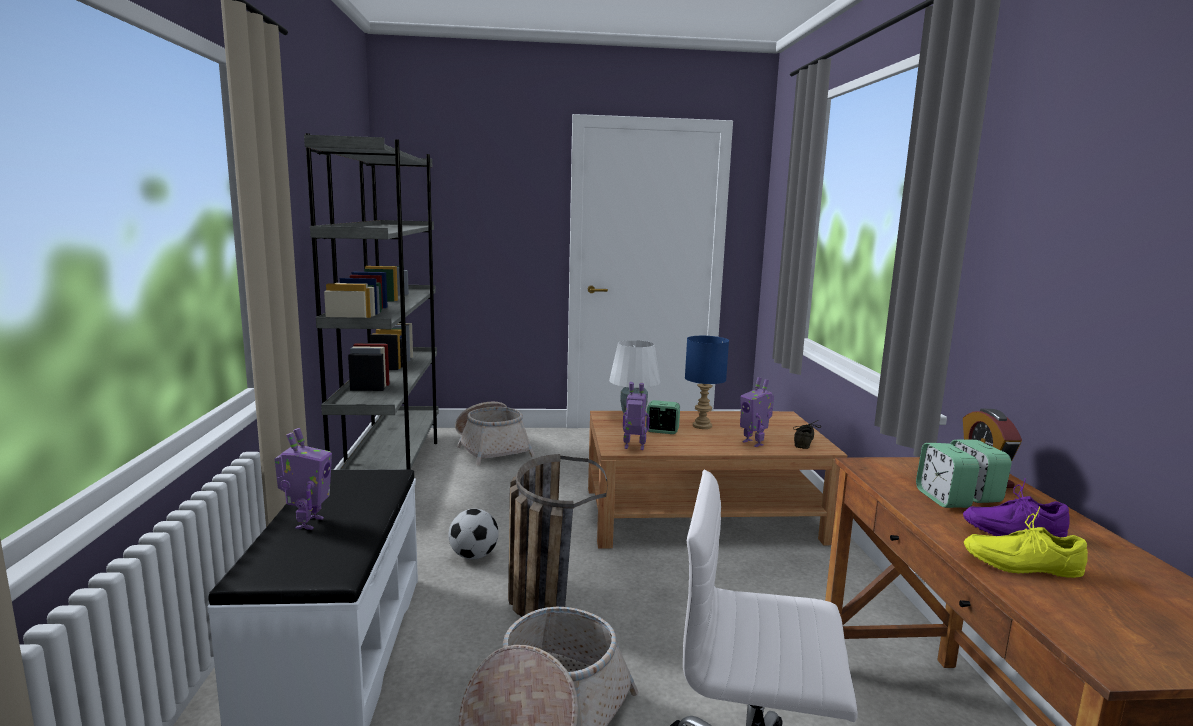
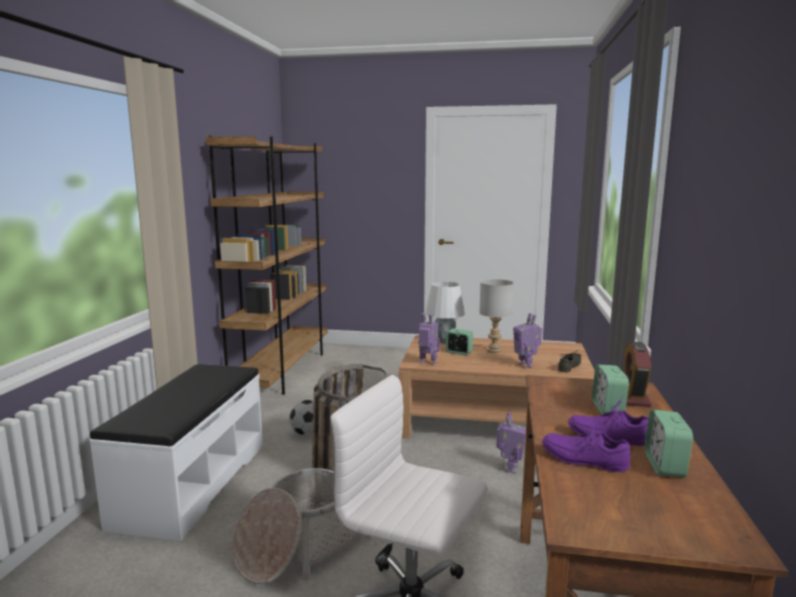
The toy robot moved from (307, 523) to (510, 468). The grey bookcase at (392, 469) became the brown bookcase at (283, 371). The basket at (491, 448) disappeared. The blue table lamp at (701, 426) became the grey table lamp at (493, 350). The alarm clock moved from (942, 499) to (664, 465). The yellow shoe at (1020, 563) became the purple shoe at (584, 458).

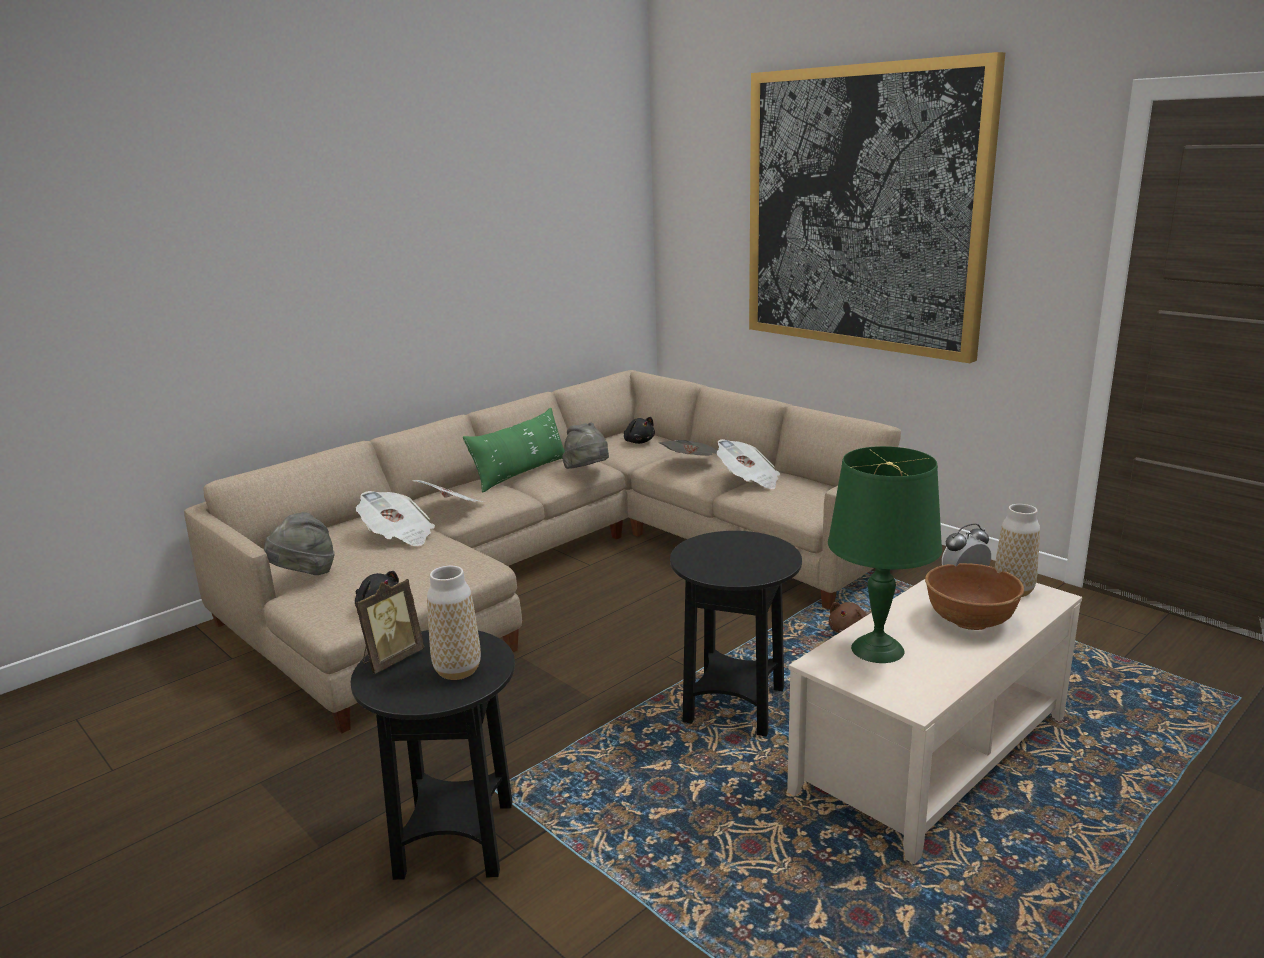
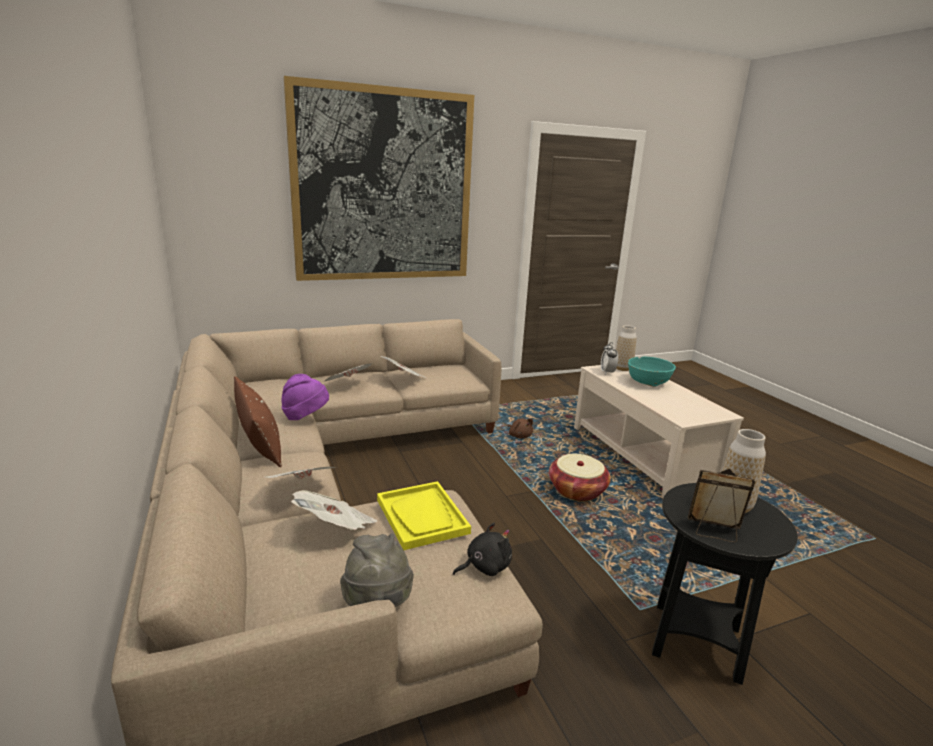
The picture frame at (391, 659) turned 45 degrees counterclockwise. The green pillow at (521, 473) became the brown pillow at (259, 442). The grey hat at (588, 471) became the purple hat at (305, 416). The black plush toy at (638, 442) disappeared. The black side table at (735, 706) was replaced by the basket at (577, 490). The green table lamp at (878, 649) disappeared. The brown bowl at (969, 620) became the turquoise bowl at (648, 383). The yellow tray at (422, 516) appeared.

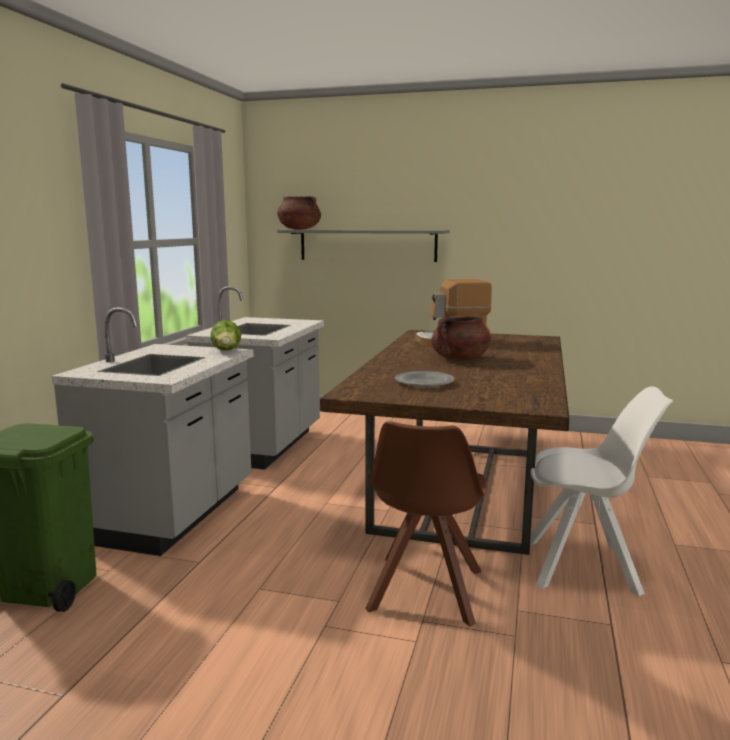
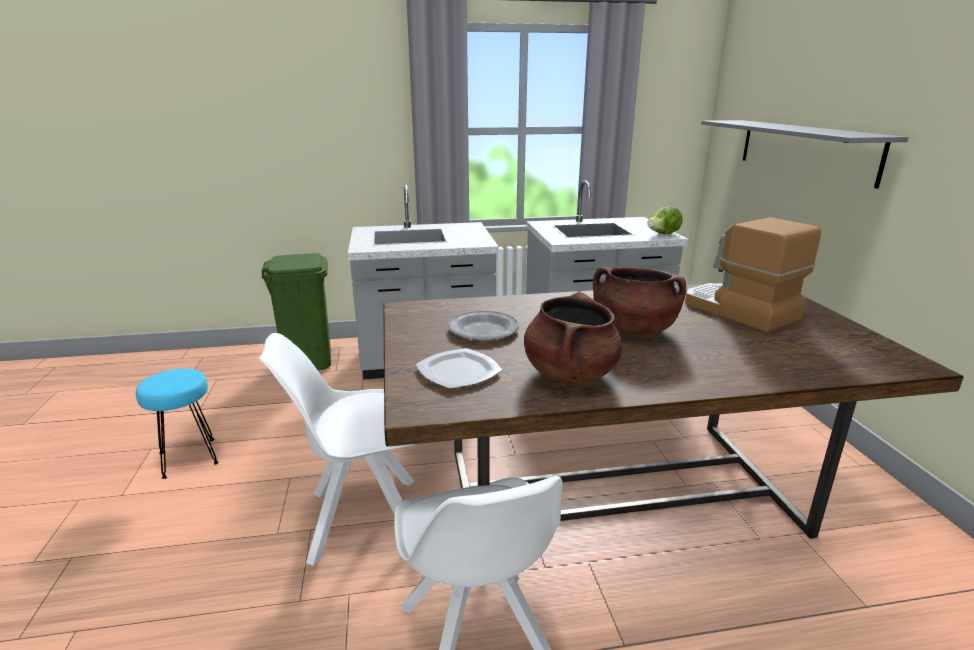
The lettuce moved from (226, 351) to (662, 234). The brown cooking pot moved from (299, 229) to (570, 373). The brown chair at (425, 592) became the white chair at (360, 519). The turquoise stool at (189, 457) appeared. The plate at (458, 371) appeared.

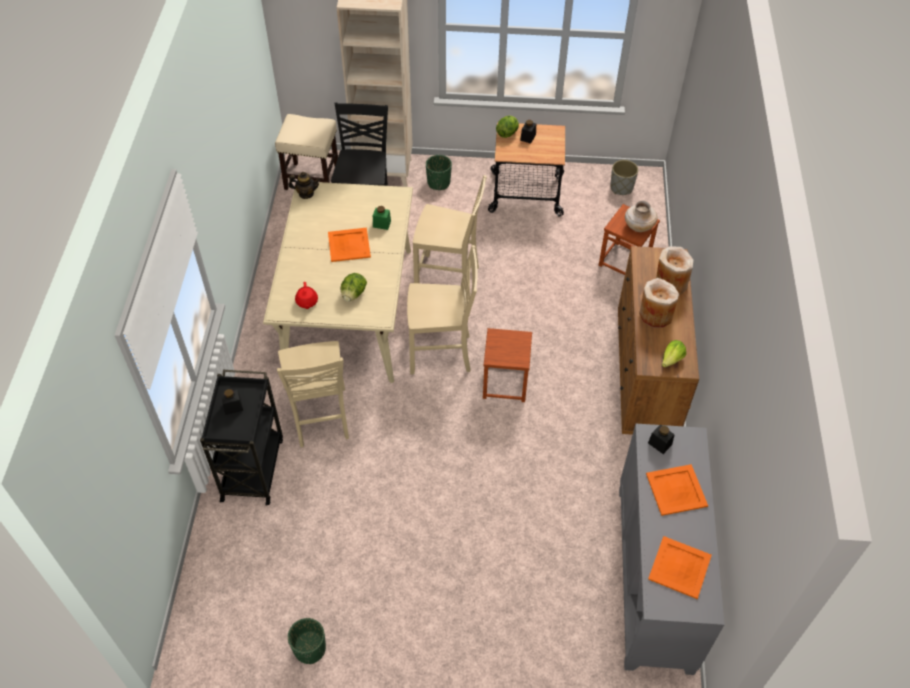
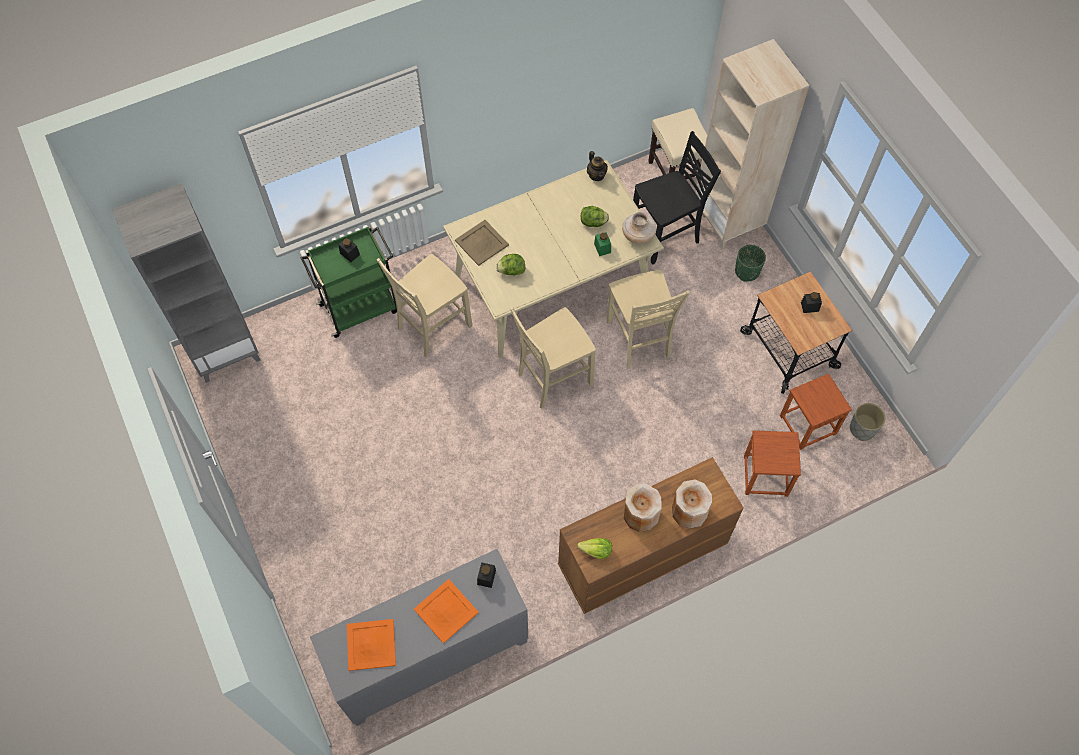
The black cart at (253, 467) became the green cart at (360, 307). The green planter at (310, 648) disappeared. The red teapot at (307, 302) was replaced by the beige tray at (481, 243). The orange tray at (348, 245) disappeared. The beige chair at (441, 354) turned 90 degrees clockwise. The brown stool moved from (505, 382) to (807, 424). The lettuce moved from (507, 133) to (593, 223). The beige vase moved from (638, 226) to (638, 236). The grey bookcase at (226, 352) appeared.

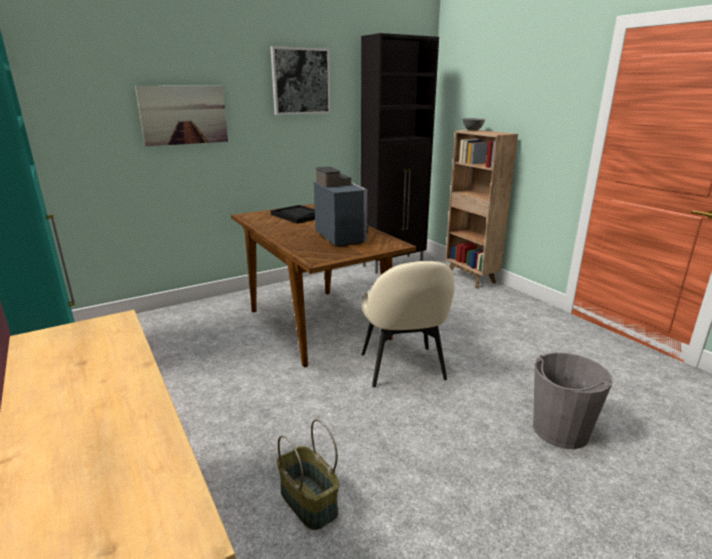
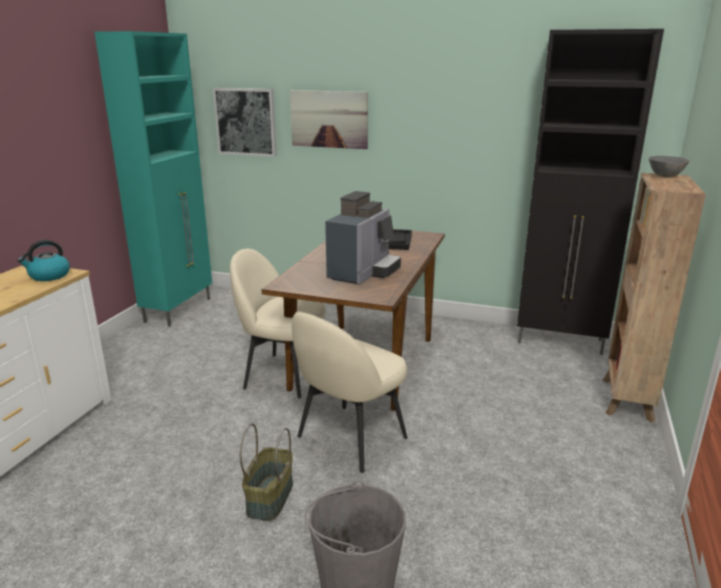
The picture moved from (301, 81) to (246, 122). The basket moved from (307, 502) to (269, 497). The kettle at (49, 276) appeared. The beige chair at (283, 374) appeared.

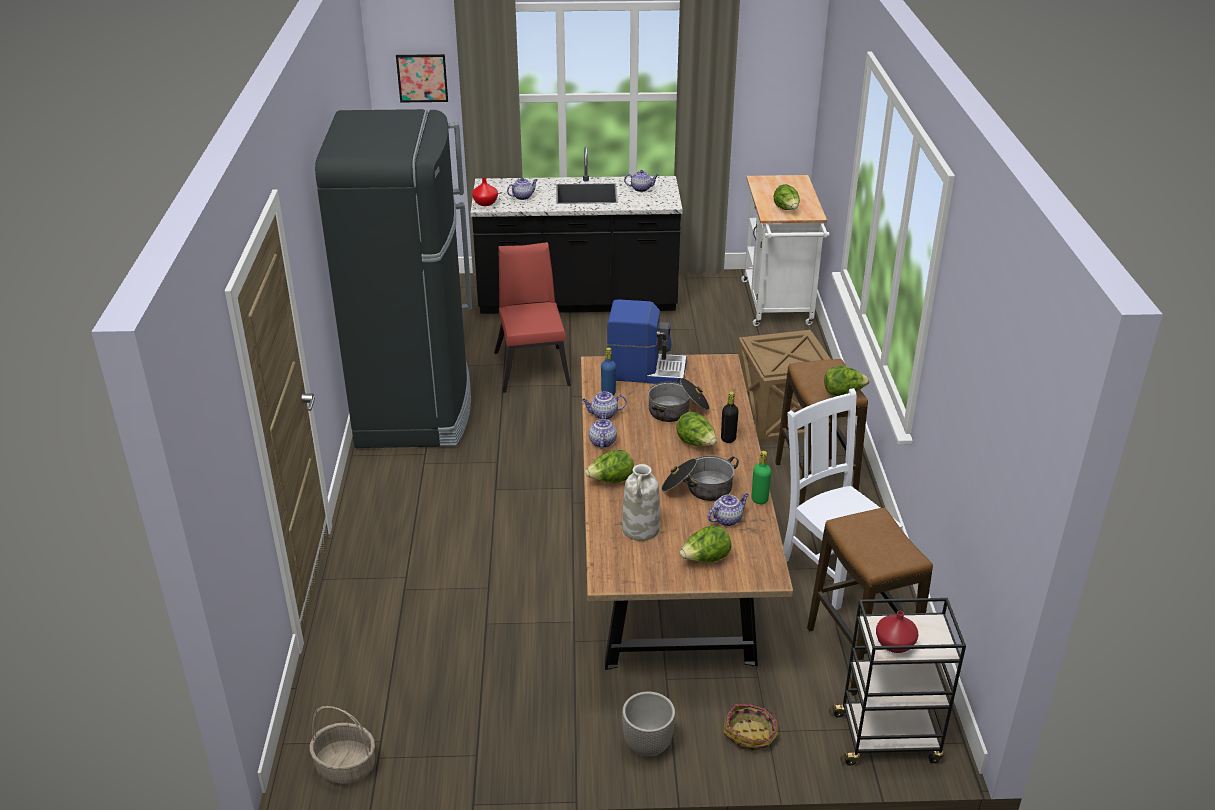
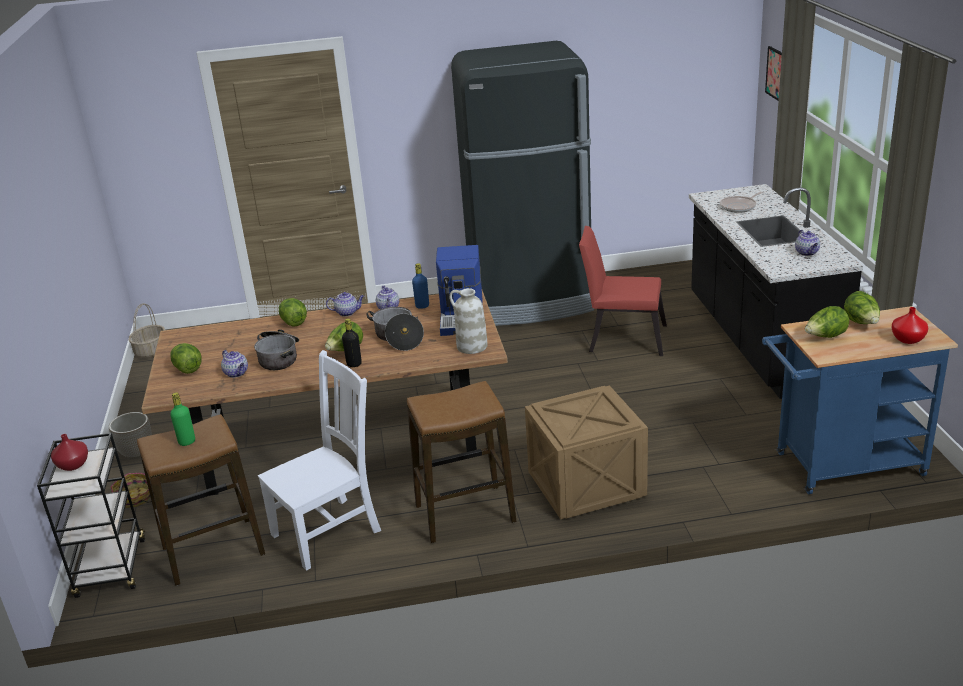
The red vase moved from (485, 203) to (908, 339). The red chair at (532, 365) turned 150 degrees counterclockwise. The teapot at (523, 197) was replaced by the frying pan at (739, 207). The white vase moved from (641, 529) to (471, 346). The white cart at (778, 306) became the blue cart at (841, 467). The green bottle moved from (759, 499) to (187, 442). The lettuce moved from (843, 393) to (861, 323).

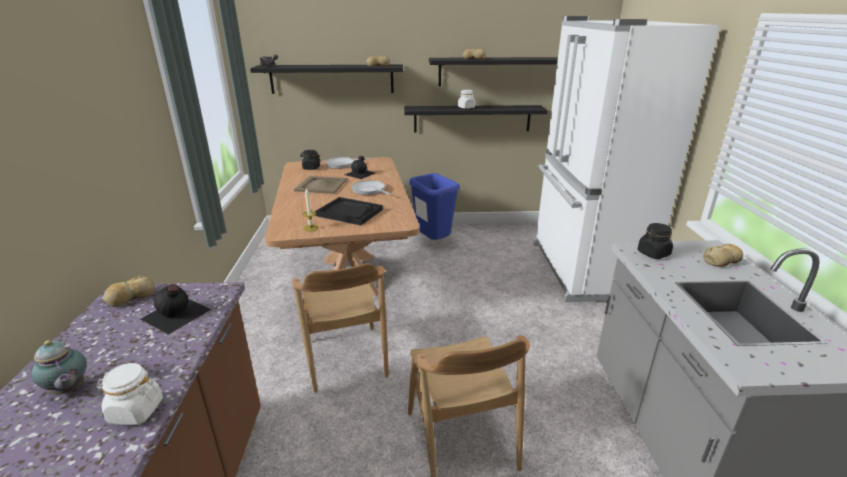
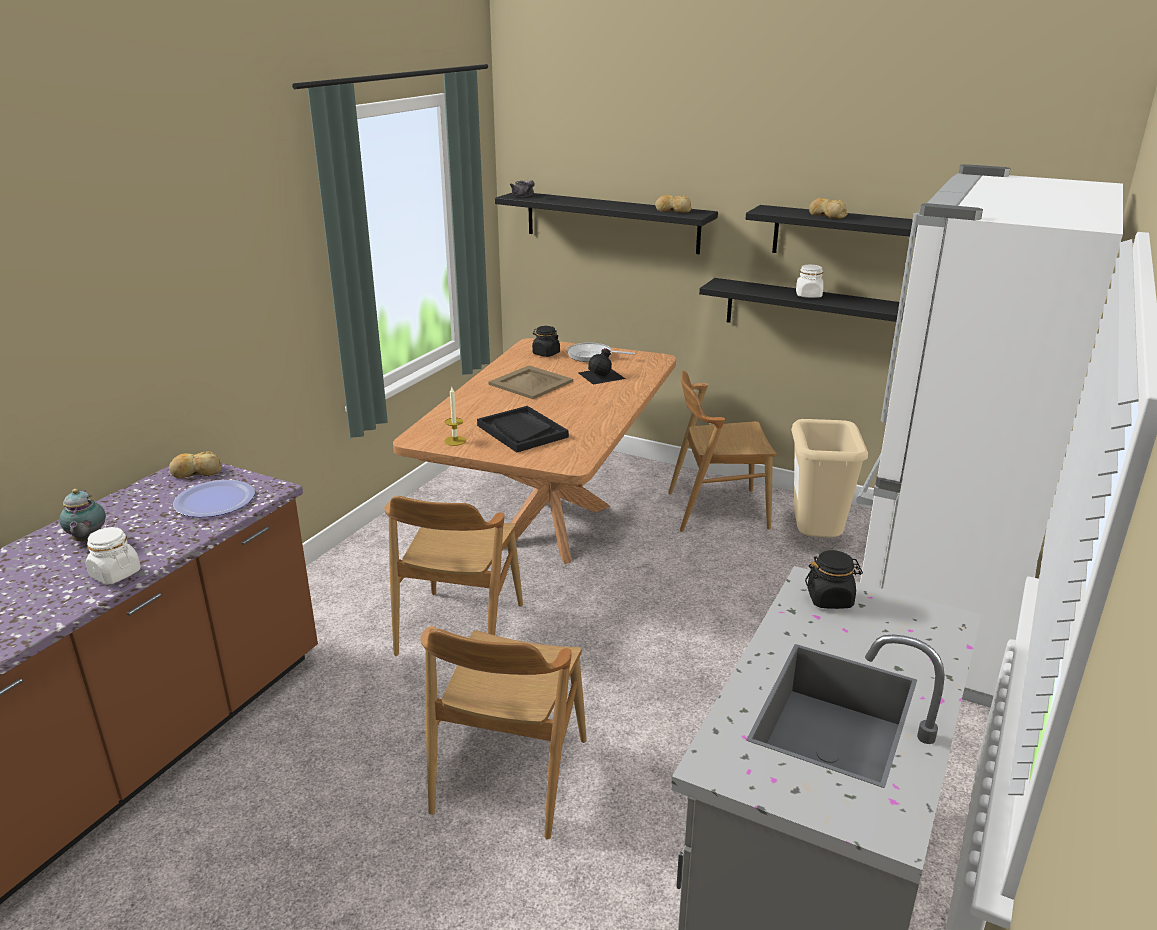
The black bottle at (175, 314) was replaced by the plate at (214, 501). The frying pan at (370, 190) disappeared. The blue trash can at (433, 243) was replaced by the brown chair at (717, 510). The bread at (722, 260) disappeared. The beige trash can at (815, 540) appeared.

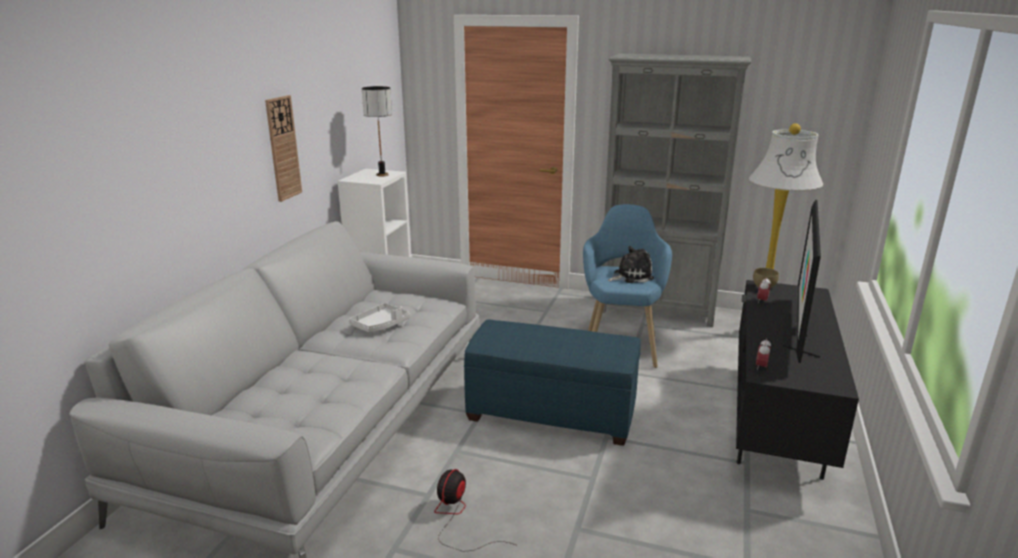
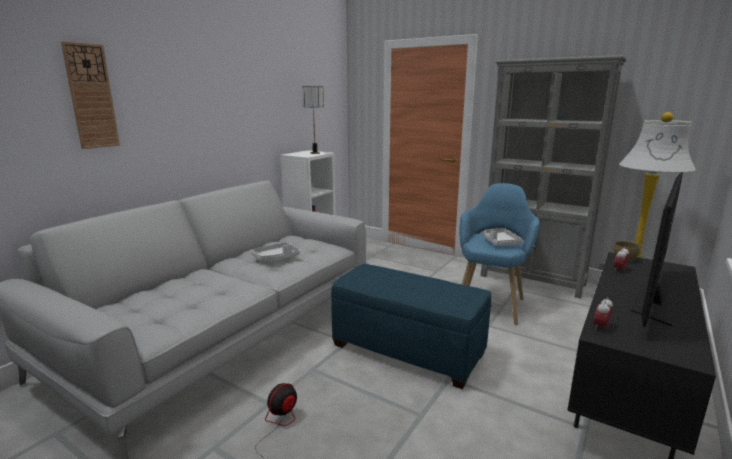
The wall clock moved from (283, 148) to (91, 97). The plush toy at (631, 276) was replaced by the grey tray at (500, 242).

